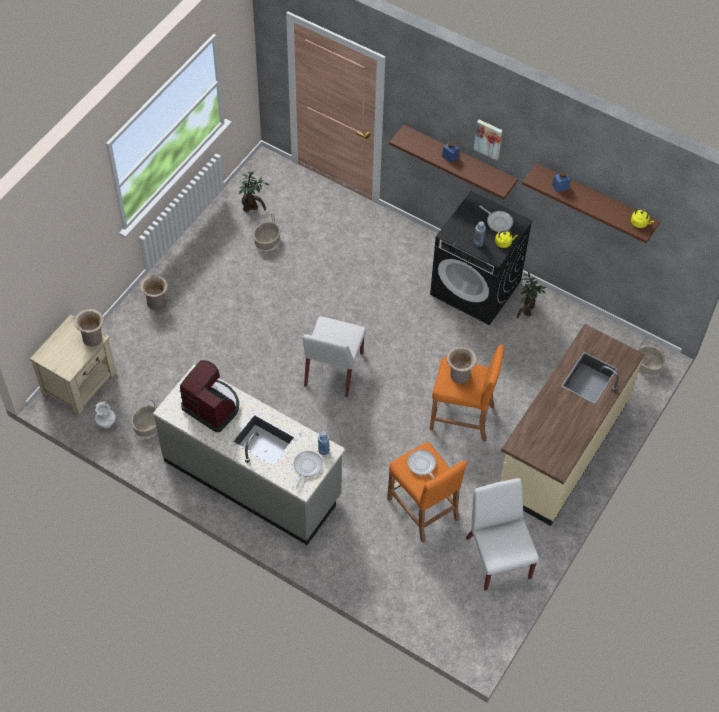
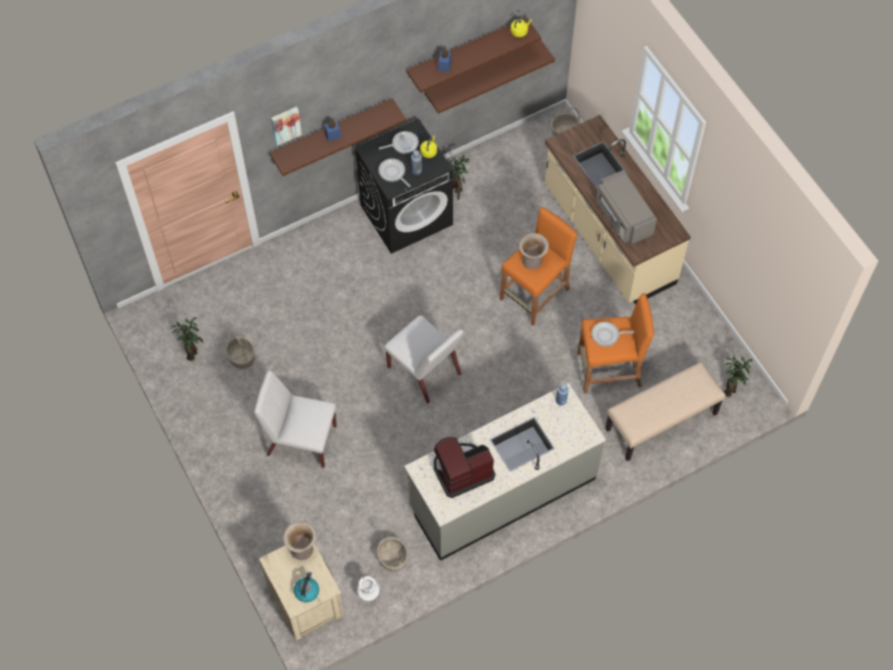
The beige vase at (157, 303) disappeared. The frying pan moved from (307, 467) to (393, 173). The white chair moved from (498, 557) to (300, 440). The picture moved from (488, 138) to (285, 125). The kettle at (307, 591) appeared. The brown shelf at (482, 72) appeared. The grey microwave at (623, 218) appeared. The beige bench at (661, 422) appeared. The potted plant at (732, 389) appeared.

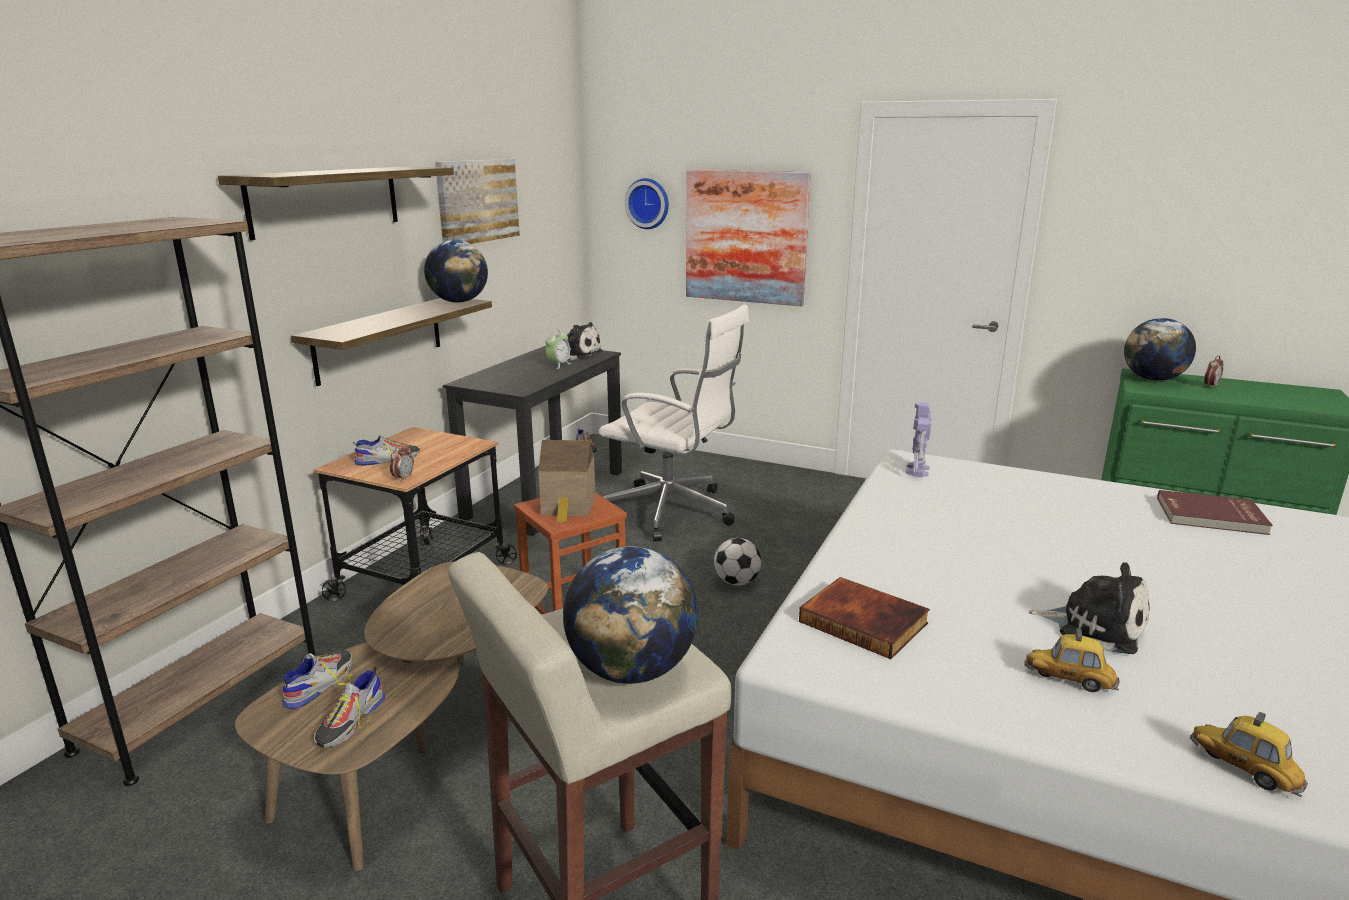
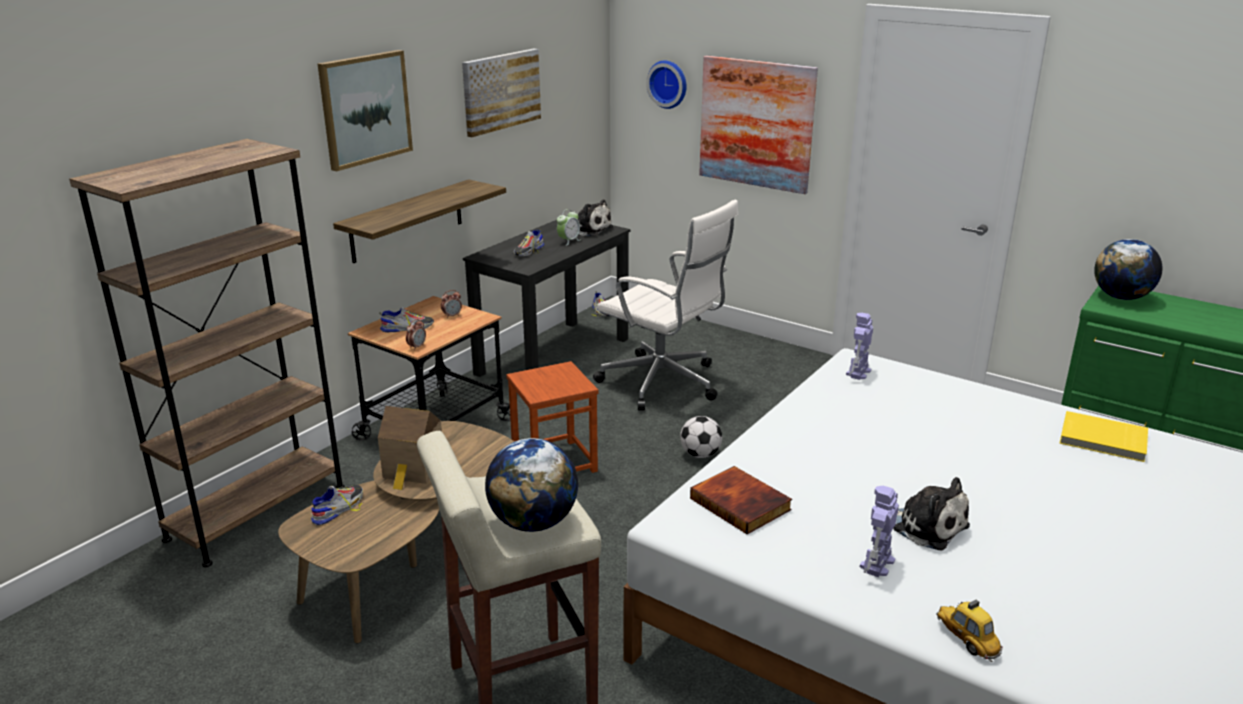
The shelf at (325, 200) was replaced by the picture at (365, 109). The shoe moved from (351, 722) to (528, 251). The globe at (459, 302) disappeared. The toy house moved from (569, 507) to (413, 470). The toy car at (1069, 680) was replaced by the toy robot at (876, 564). The red book at (1211, 516) became the yellow book at (1102, 440). The alarm clock moved from (1210, 386) to (452, 316).

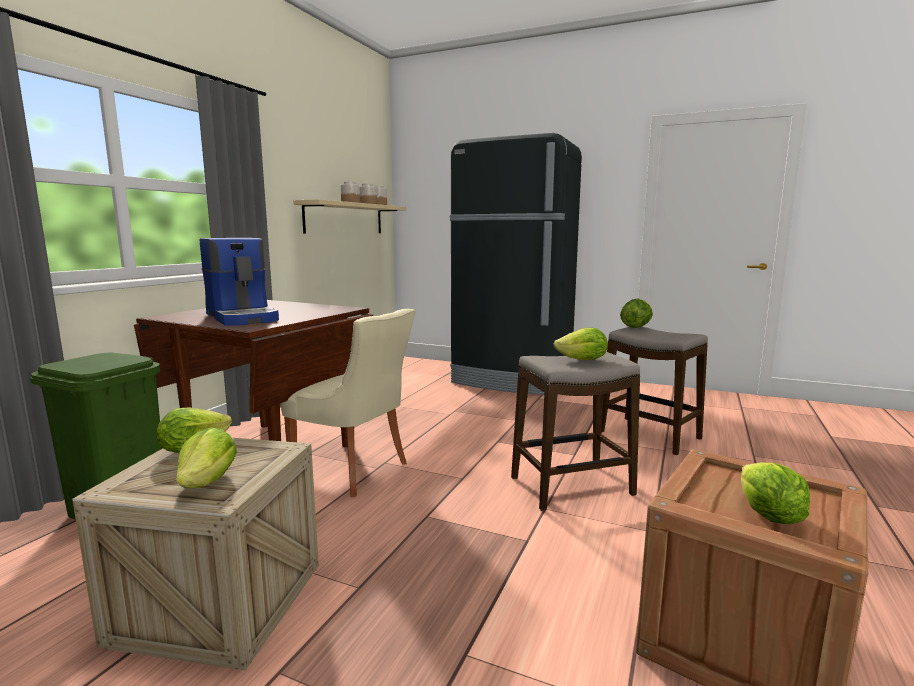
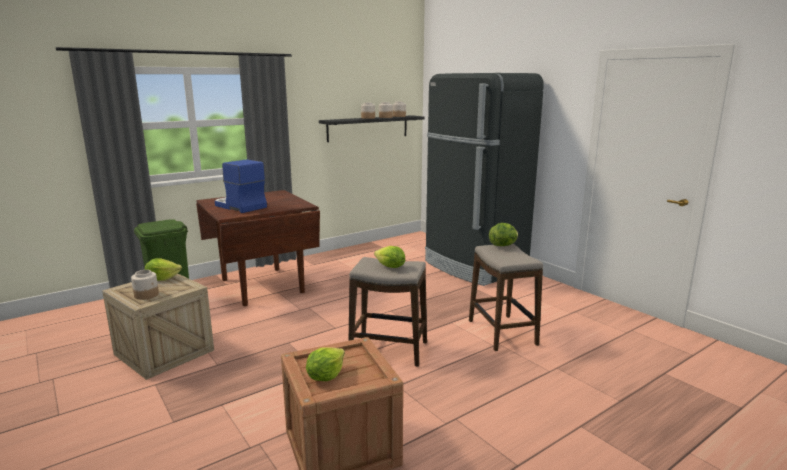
The lettuce at (208, 482) was replaced by the jar at (147, 295). The coffee machine at (243, 317) turned 135 degrees clockwise. The beige chair at (354, 471) disappeared. The beige shelf at (345, 218) became the black shelf at (368, 128).

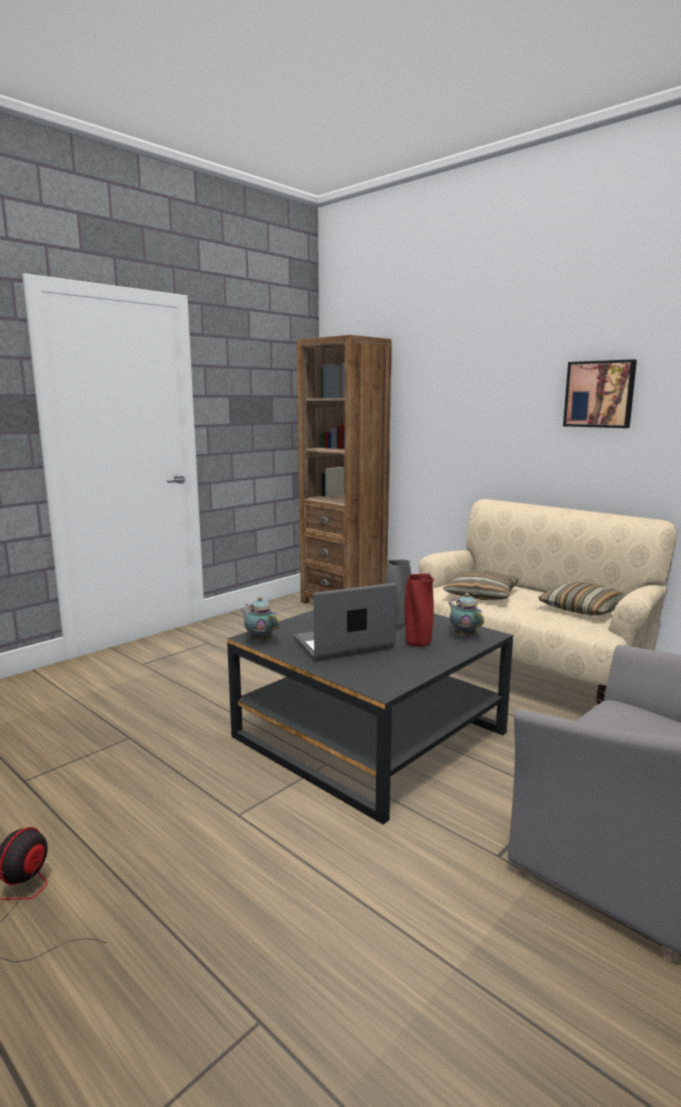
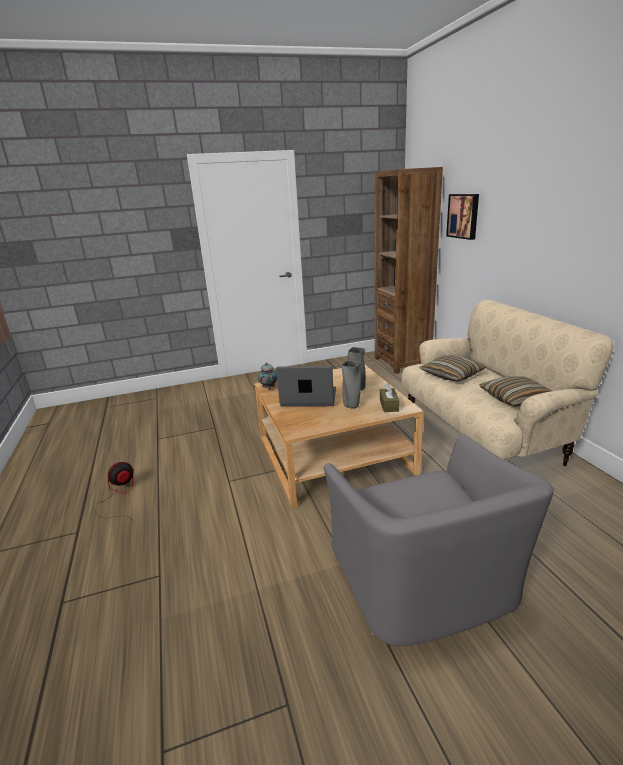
The black coffee table at (370, 734) became the beige coffee table at (333, 455). The red vase at (418, 644) became the grey vase at (351, 406). The teapot at (464, 635) was replaced by the brown tissue box at (389, 405). The picture moved from (599, 394) to (463, 216).

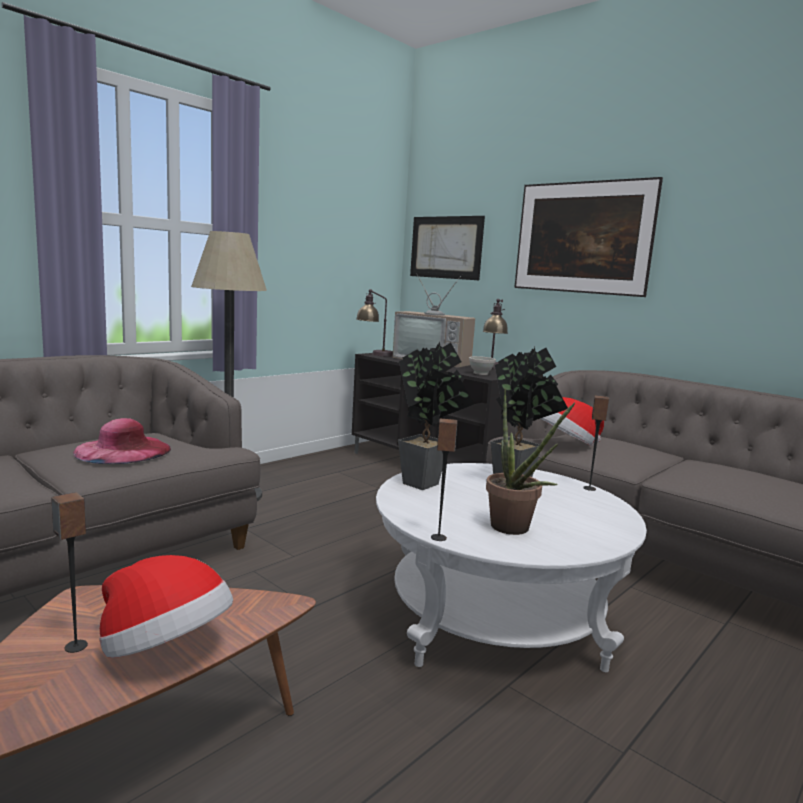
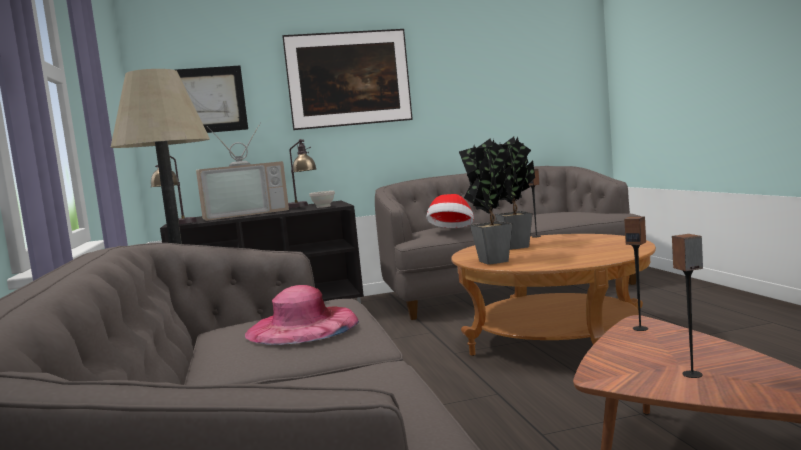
The hat at (165, 649) disappeared. The white coffee table at (495, 616) became the brown coffee table at (555, 340). The speaker moved from (439, 538) to (640, 328). The potted plant at (515, 530) disappeared.

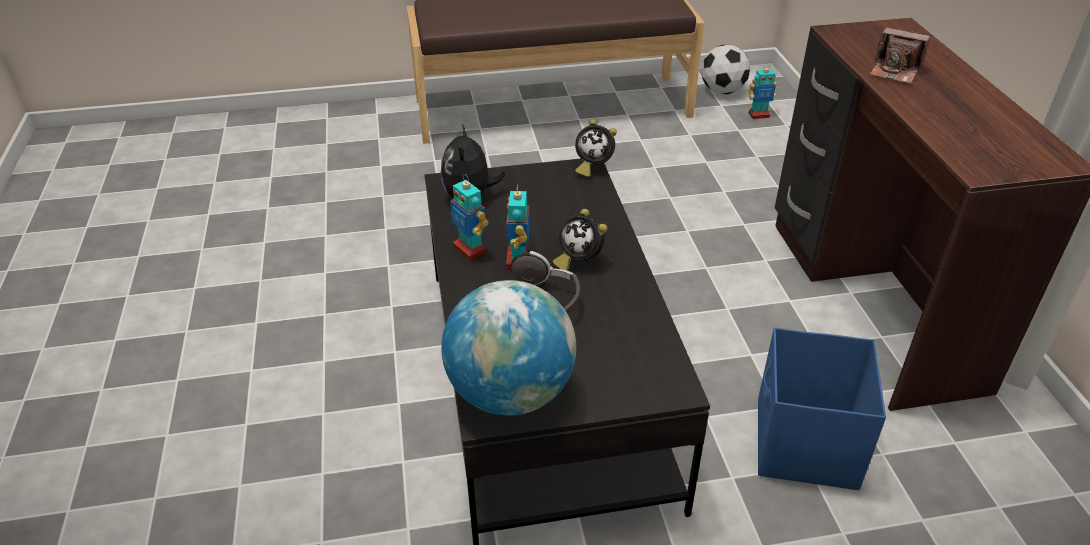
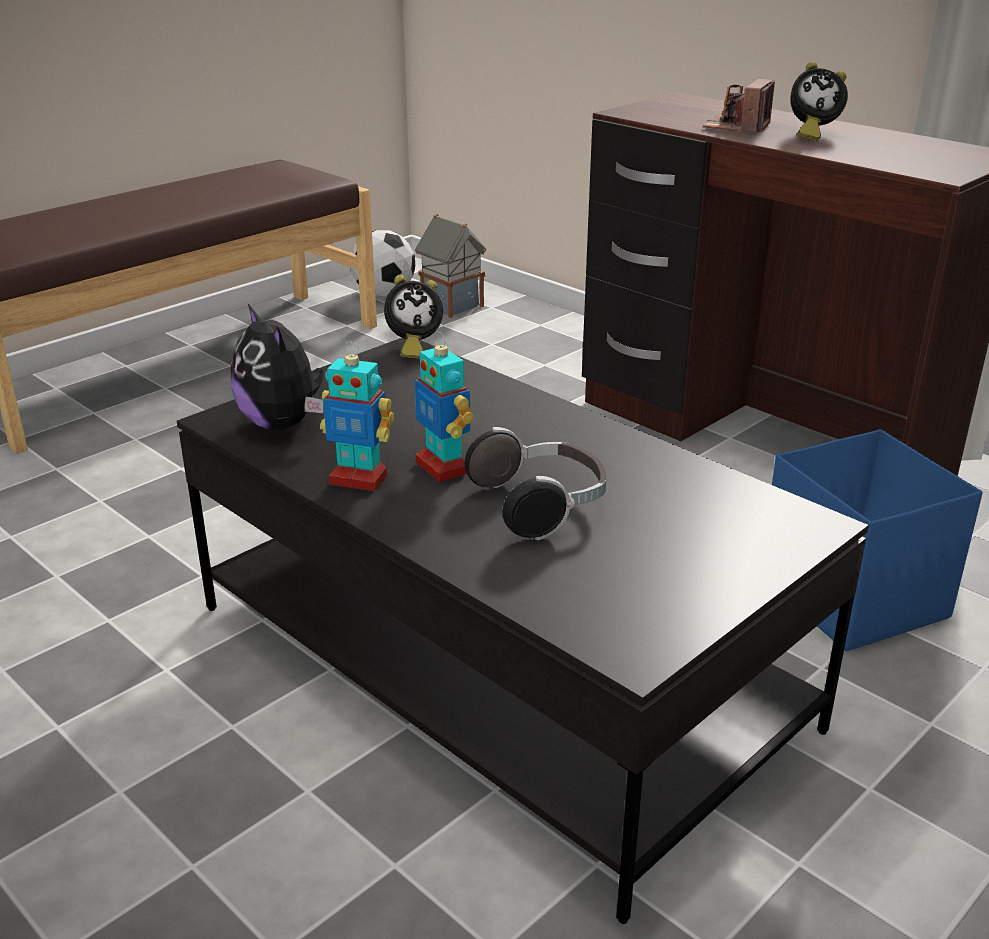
The globe at (510, 393) disappeared. The alarm clock moved from (579, 261) to (811, 134). The toy robot at (758, 115) was replaced by the toy house at (451, 305). The photo camera at (895, 71) turned 120 degrees clockwise.

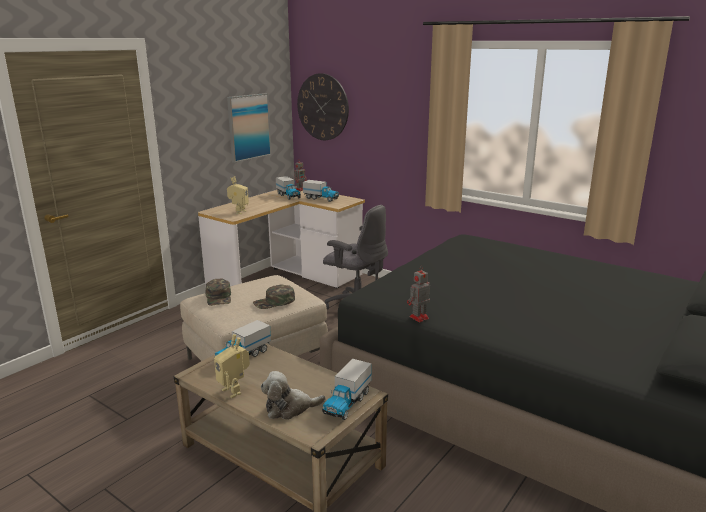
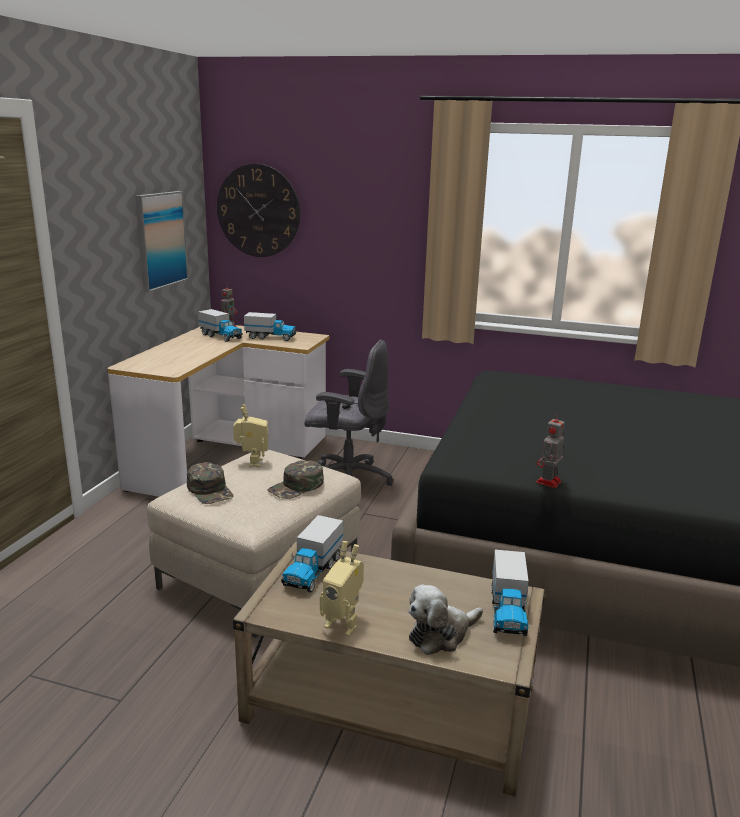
The toy robot moved from (239, 212) to (251, 463).

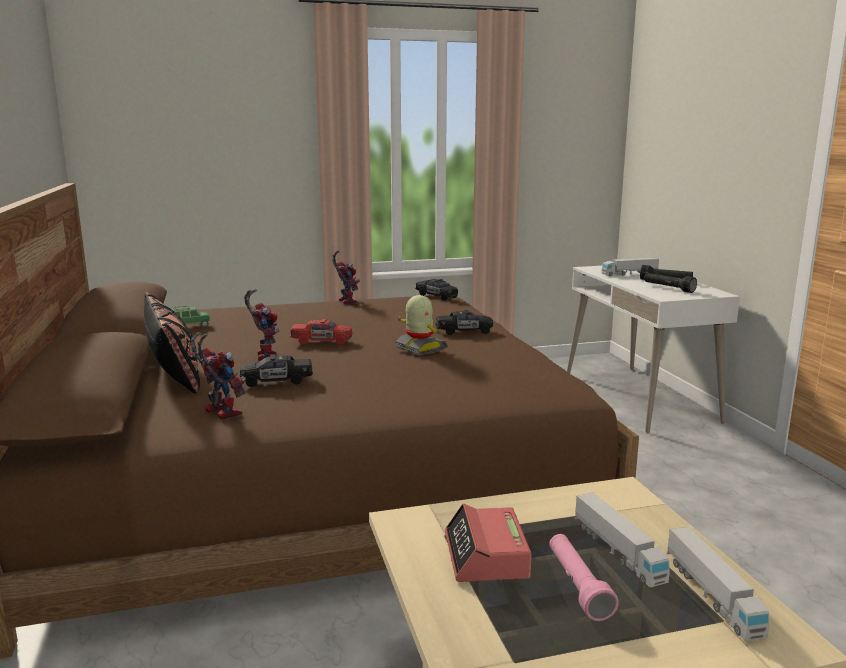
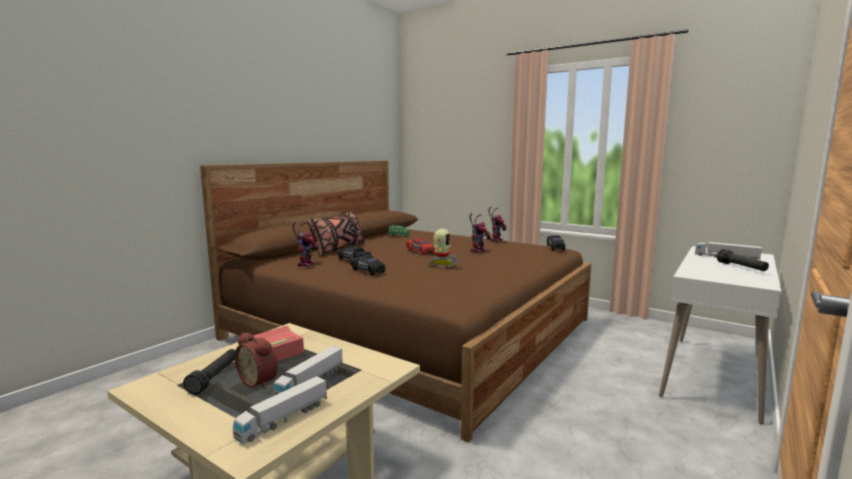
The toy robot moved from (264, 356) to (478, 250). The black toy car moved from (464, 331) to (367, 271). The pink flashlight at (577, 586) was replaced by the alarm clock at (260, 381). The black flashlight moved from (668, 288) to (215, 377).

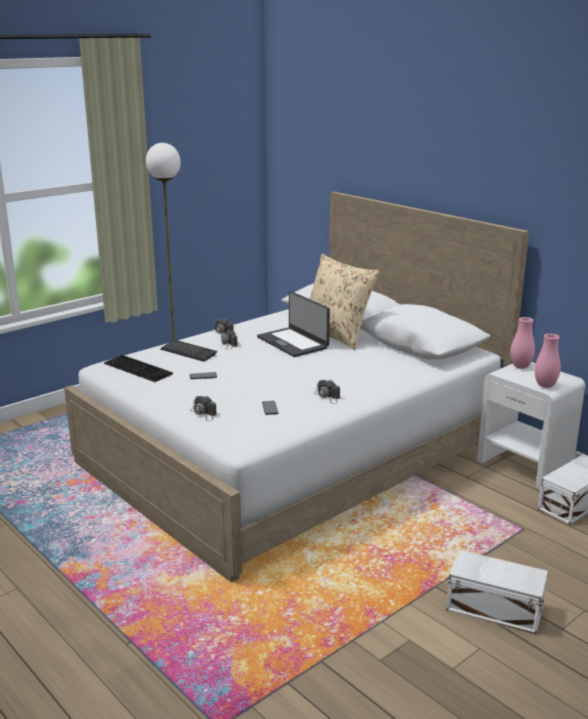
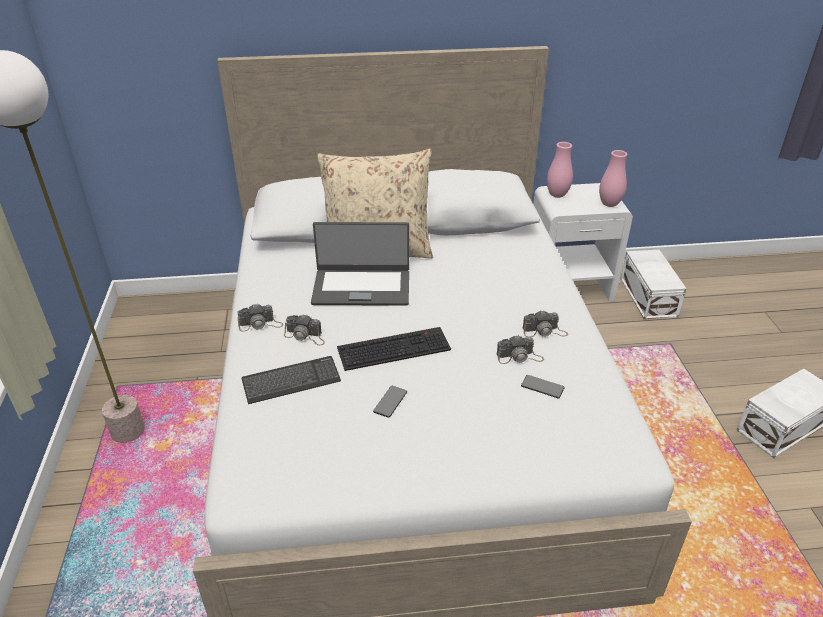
The keyboard moved from (139, 369) to (394, 348). The photo camera moved from (204, 413) to (519, 357).

